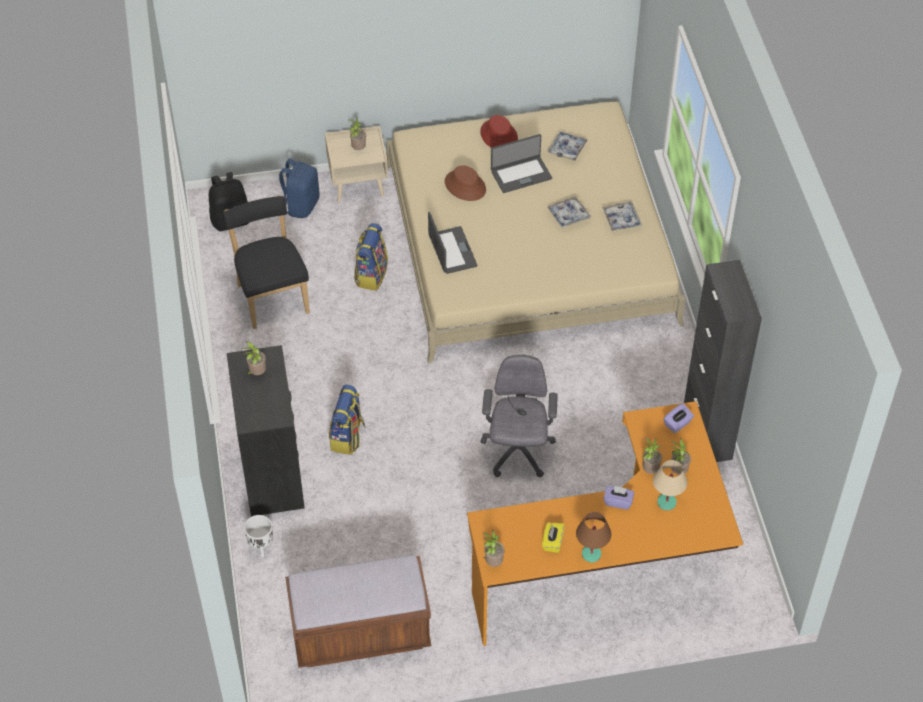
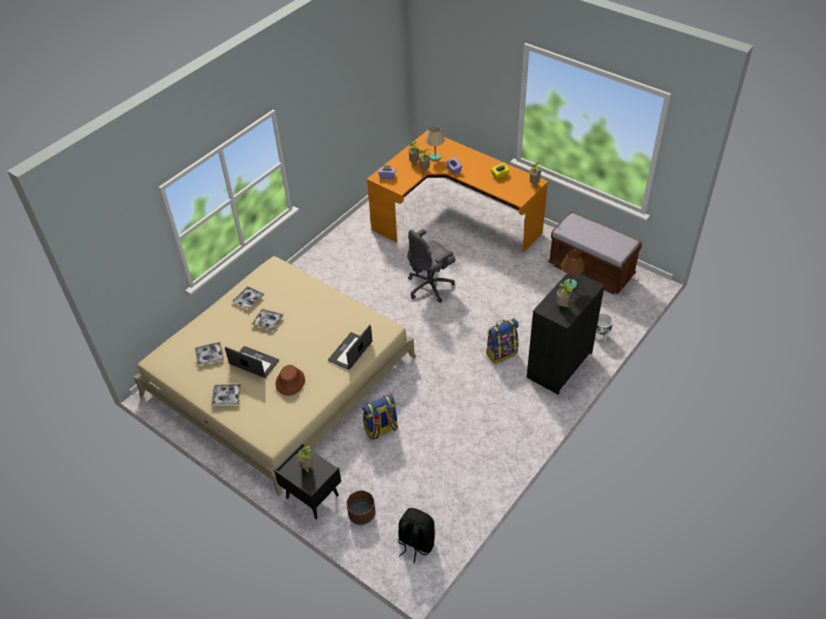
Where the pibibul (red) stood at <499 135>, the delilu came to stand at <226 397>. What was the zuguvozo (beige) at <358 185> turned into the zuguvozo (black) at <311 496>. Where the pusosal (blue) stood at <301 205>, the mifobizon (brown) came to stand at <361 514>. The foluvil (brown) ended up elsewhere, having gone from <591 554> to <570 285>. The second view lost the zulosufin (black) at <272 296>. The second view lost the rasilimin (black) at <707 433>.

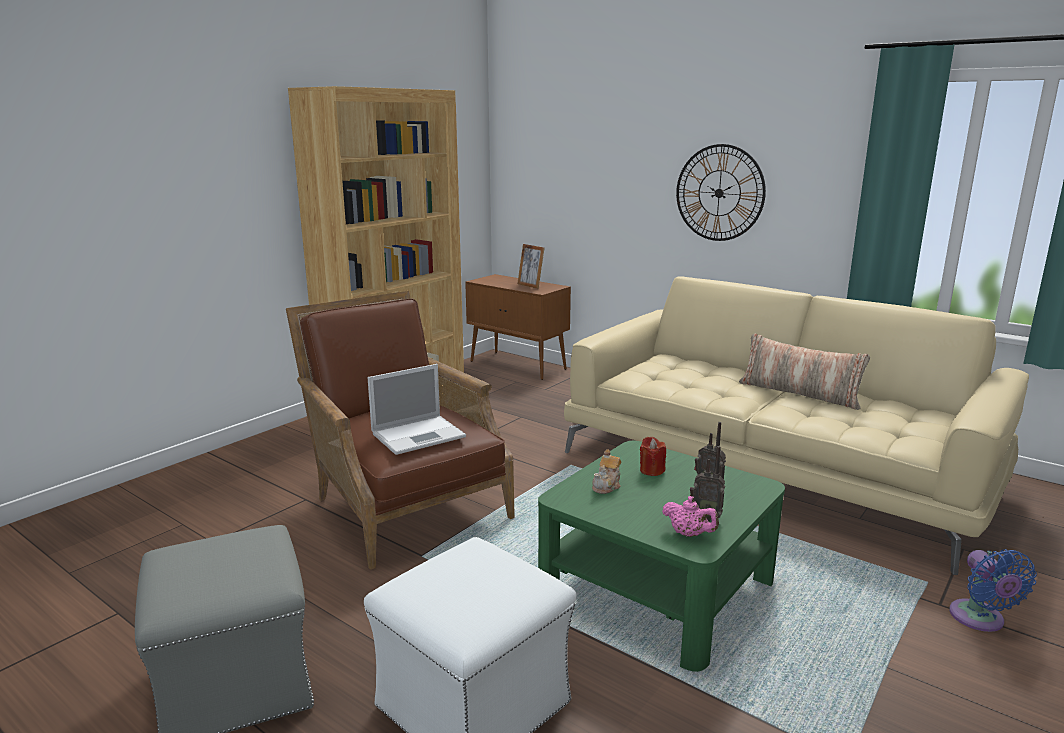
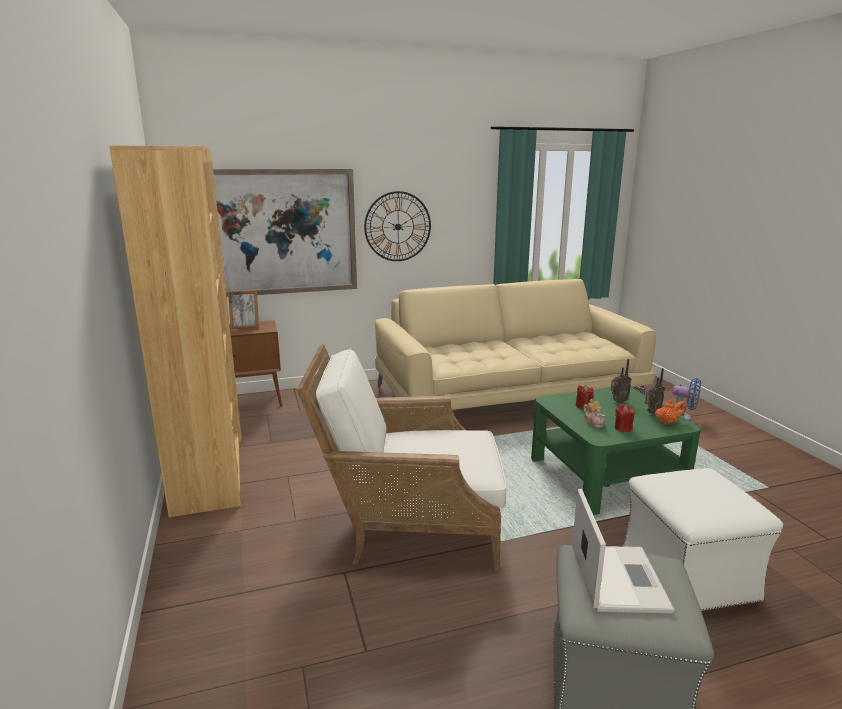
The second view gained the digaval at <275 232>. What was the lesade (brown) at <402 502> turned into the lesade (white) at <408 525>. The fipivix ended up elsewhere, having gone from <420 435> to <617 577>. The second view gained the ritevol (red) at <623 428>. What was the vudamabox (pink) at <689 534> turned into the vudamabox (orange) at <668 422>. The second view lost the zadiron at <799 393>.

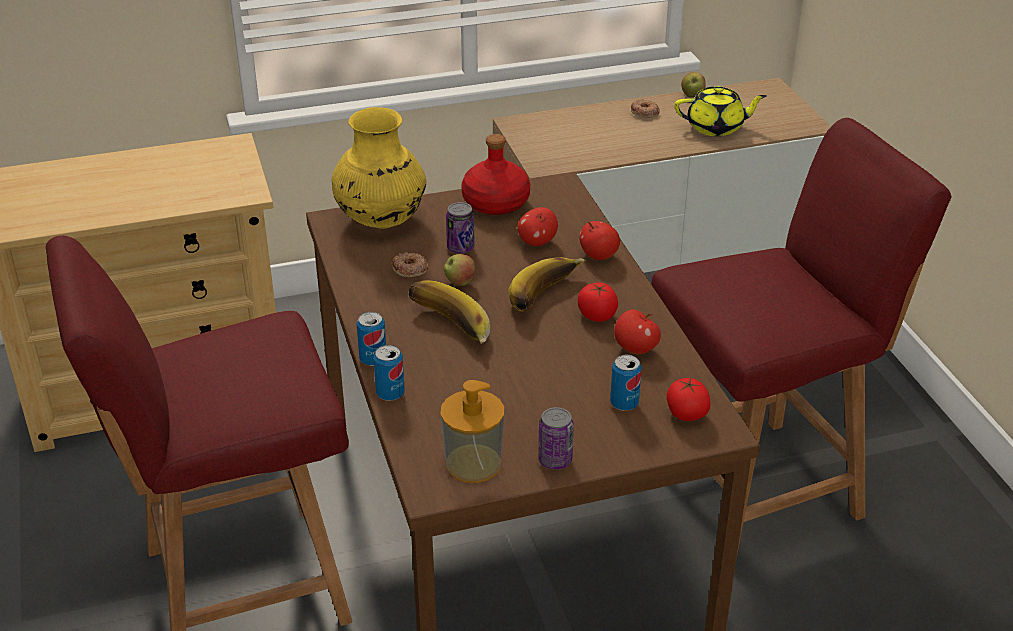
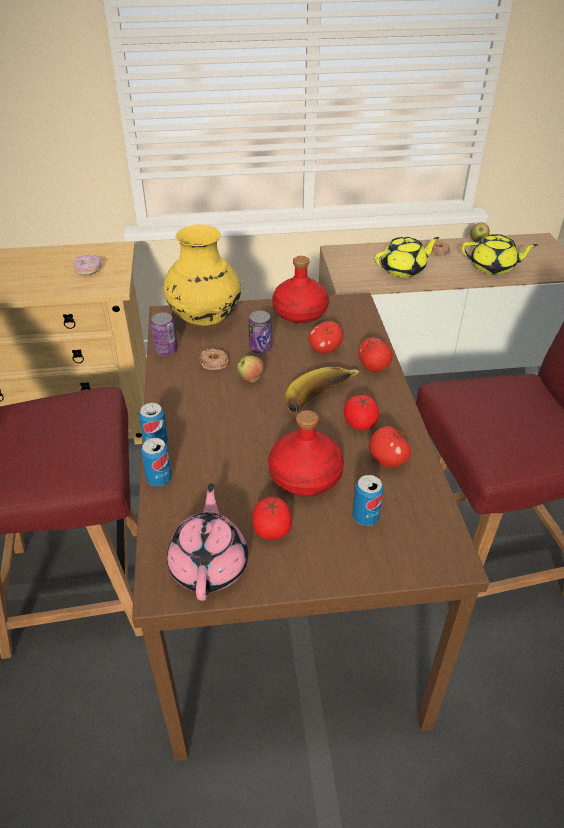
The second view gained the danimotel at <88 270>. The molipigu ended up elsewhere, having gone from <555 460> to <166 350>. Where the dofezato stood at <473 463>, the vudamabox (pink) came to stand at <209 564>. The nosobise ended up elsewhere, having gone from <686 414> to <272 529>. The second view gained the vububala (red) at <304 475>. The second view gained the vudamabox (yellow) at <404 269>. The second view lost the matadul at <448 328>.

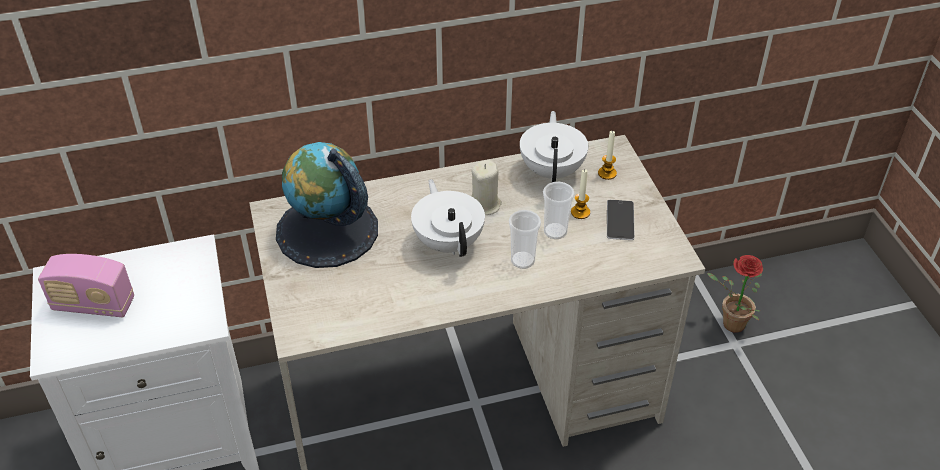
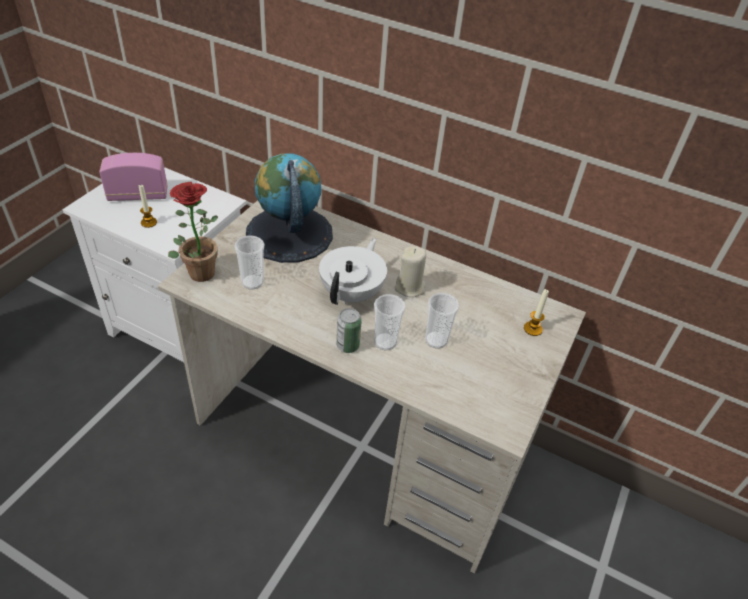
The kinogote at <93 305> ended up facing another way, 120 degrees clockwise from before. The ritevol ended up elsewhere, having gone from <580 212> to <149 222>. The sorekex ended up elsewhere, having gone from <728 324> to <198 270>. The second view gained the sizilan at <252 282>. The second view gained the molipigu at <347 345>. The second view lost the vudamabox (white) at <552 170>. The second view lost the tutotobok at <620 220>.

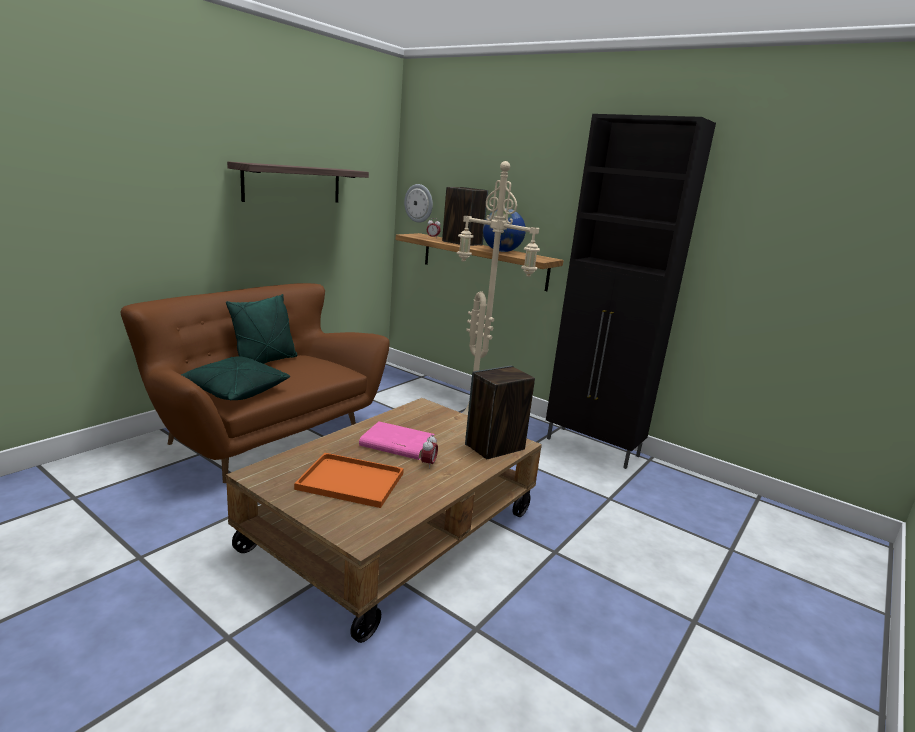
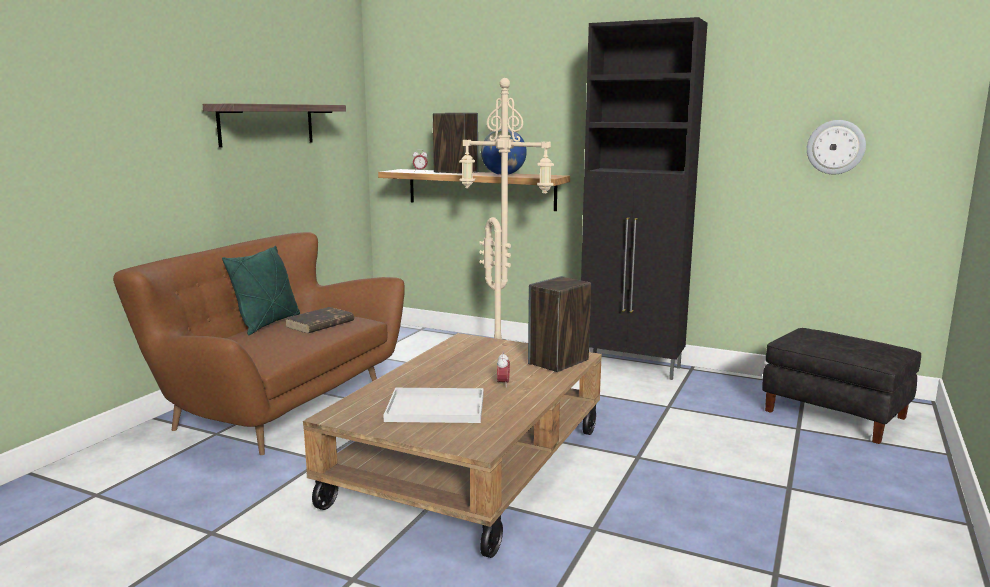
The second view gained the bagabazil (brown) at <319 324>. What was the delilu (orange) at <353 481> turned into the delilu (white) at <438 407>. The second view gained the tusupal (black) at <835 414>. The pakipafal ended up elsewhere, having gone from <419 203> to <835 147>. The second view lost the zadiron (green) at <234 391>. The second view lost the bagabazil (pink) at <396 444>.

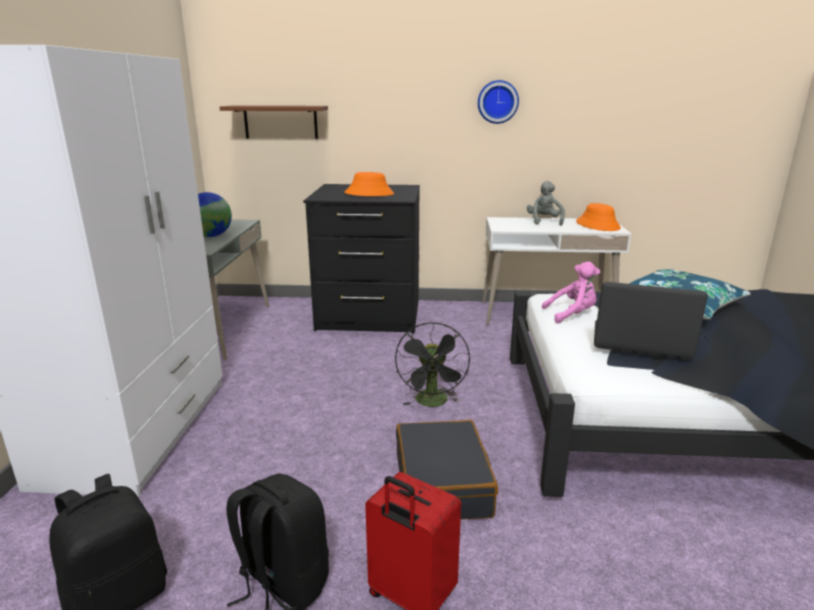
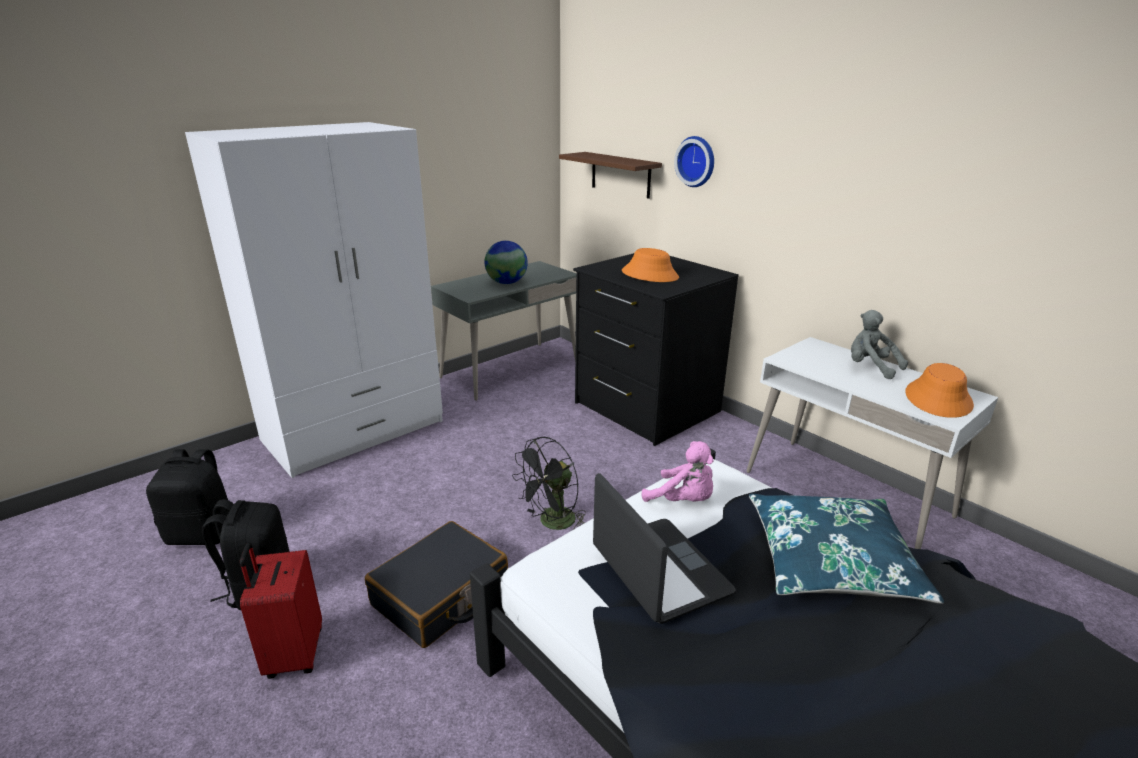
The pakipafal ended up elsewhere, having gone from <497 102> to <697 161>. The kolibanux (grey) at <544 221> ended up facing another way, 90 degrees counterclockwise from before.

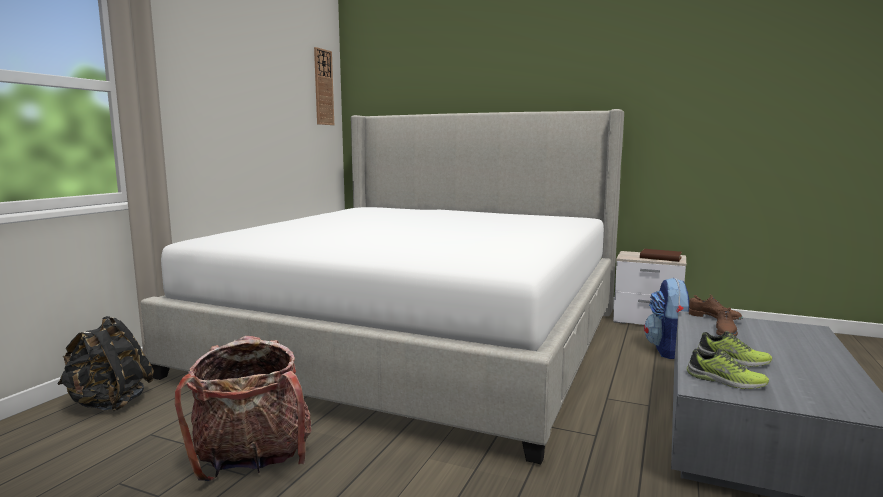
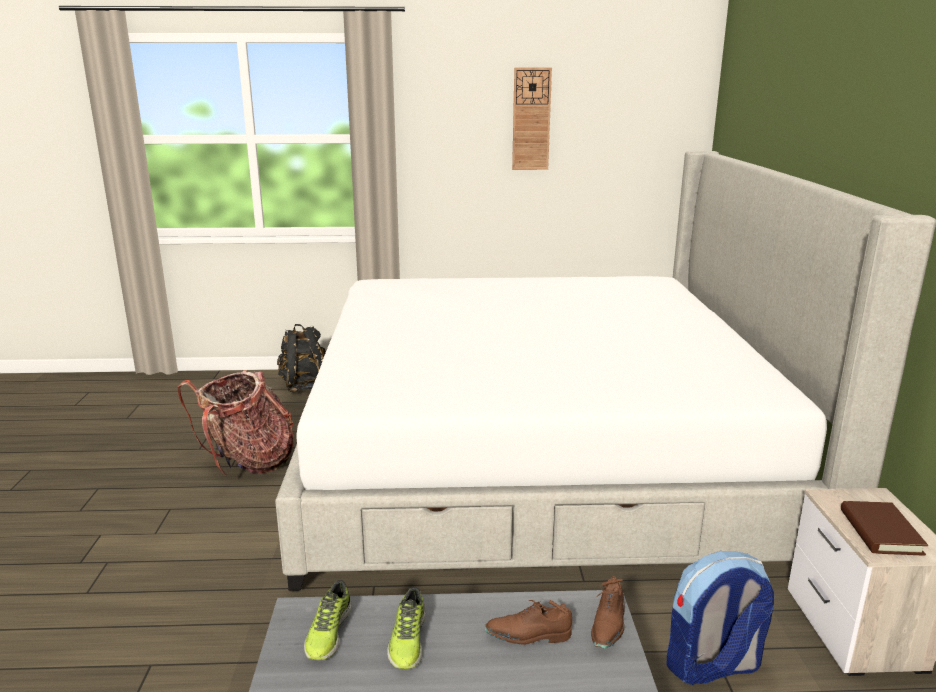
The pakipafal ended up elsewhere, having gone from <323 87> to <531 119>.

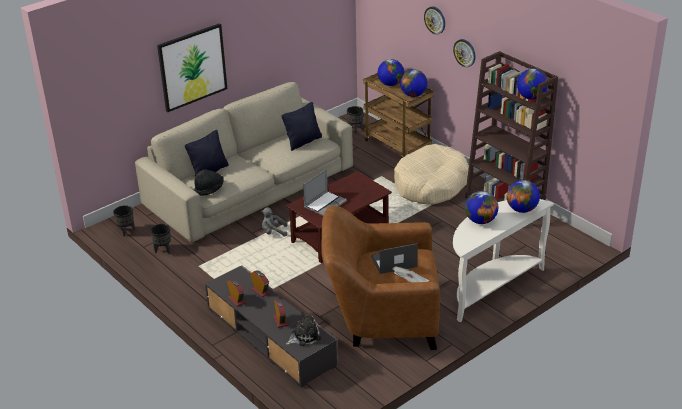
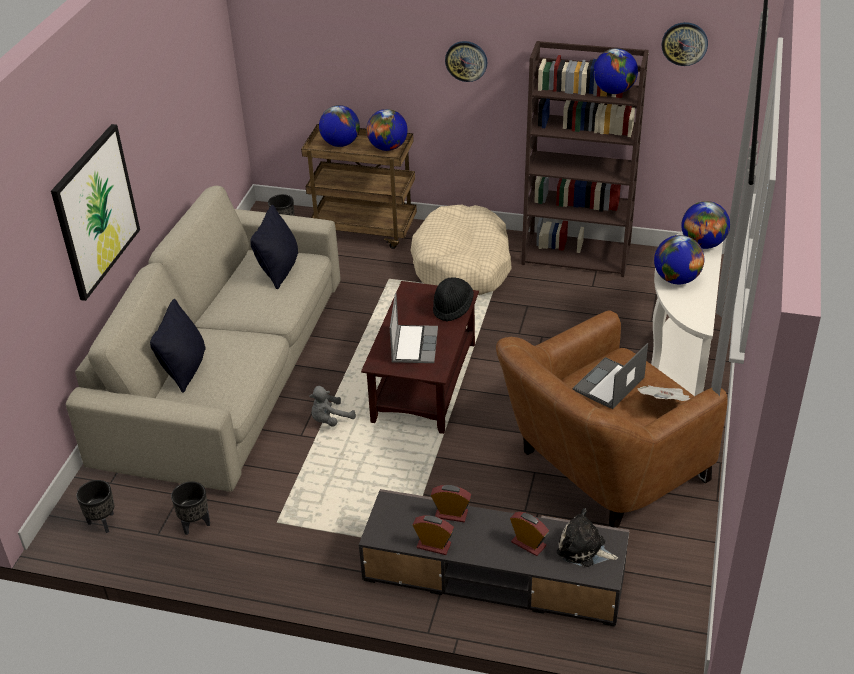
The pibibul (black) ended up elsewhere, having gone from <209 189> to <452 307>. The kolibanux at <304 336> ended up facing another way, 90 degrees counterclockwise from before. The pakipafal ended up elsewhere, having gone from <435 20> to <684 43>.

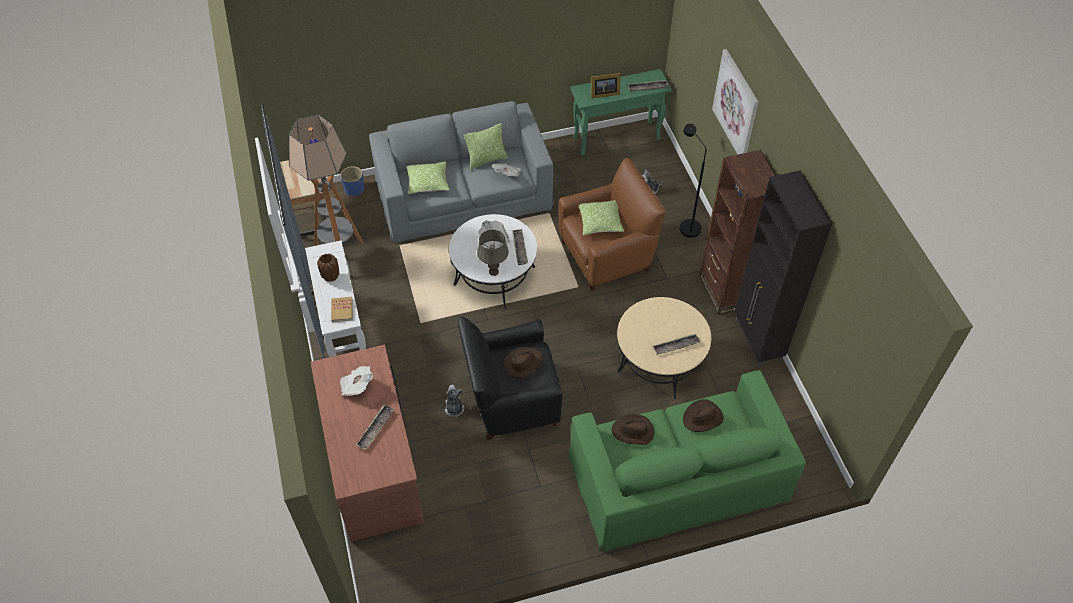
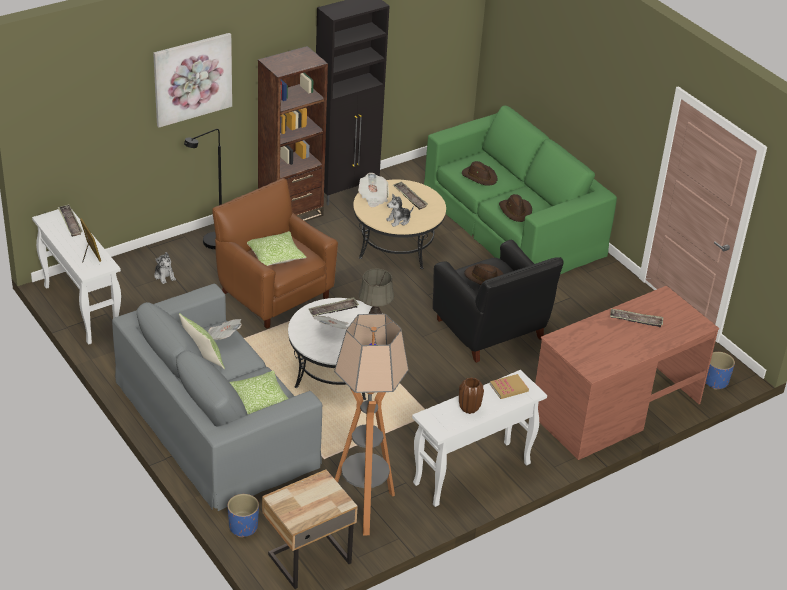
What was the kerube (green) at <617 138> turned into the kerube (white) at <81 309>. The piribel ended up elsewhere, having gone from <356 386> to <373 197>. The kolibanux ended up elsewhere, having gone from <454 408> to <399 220>. The second view gained the mifobizon (blue) at <716 381>.

